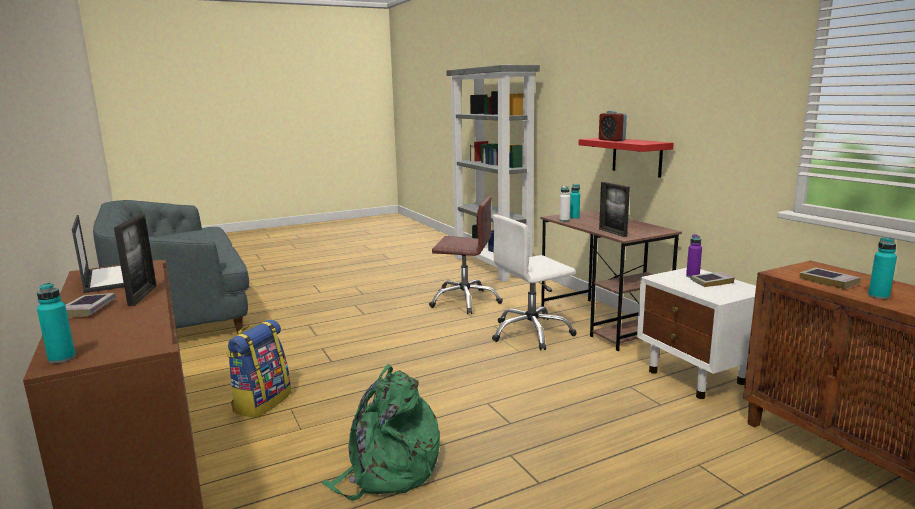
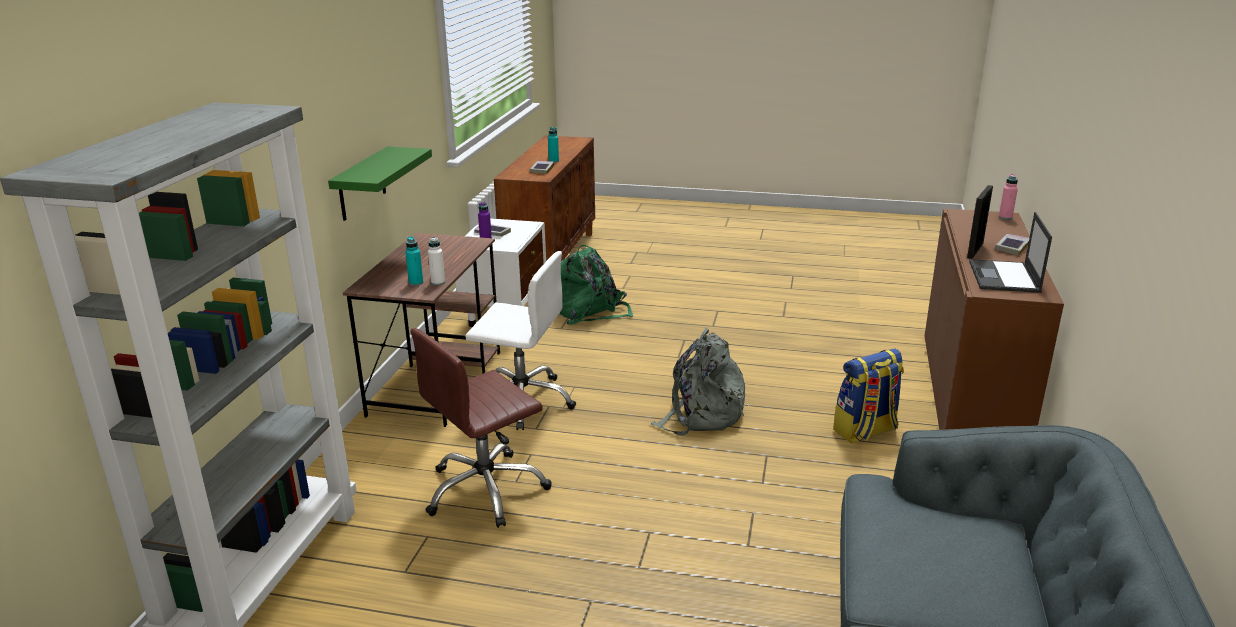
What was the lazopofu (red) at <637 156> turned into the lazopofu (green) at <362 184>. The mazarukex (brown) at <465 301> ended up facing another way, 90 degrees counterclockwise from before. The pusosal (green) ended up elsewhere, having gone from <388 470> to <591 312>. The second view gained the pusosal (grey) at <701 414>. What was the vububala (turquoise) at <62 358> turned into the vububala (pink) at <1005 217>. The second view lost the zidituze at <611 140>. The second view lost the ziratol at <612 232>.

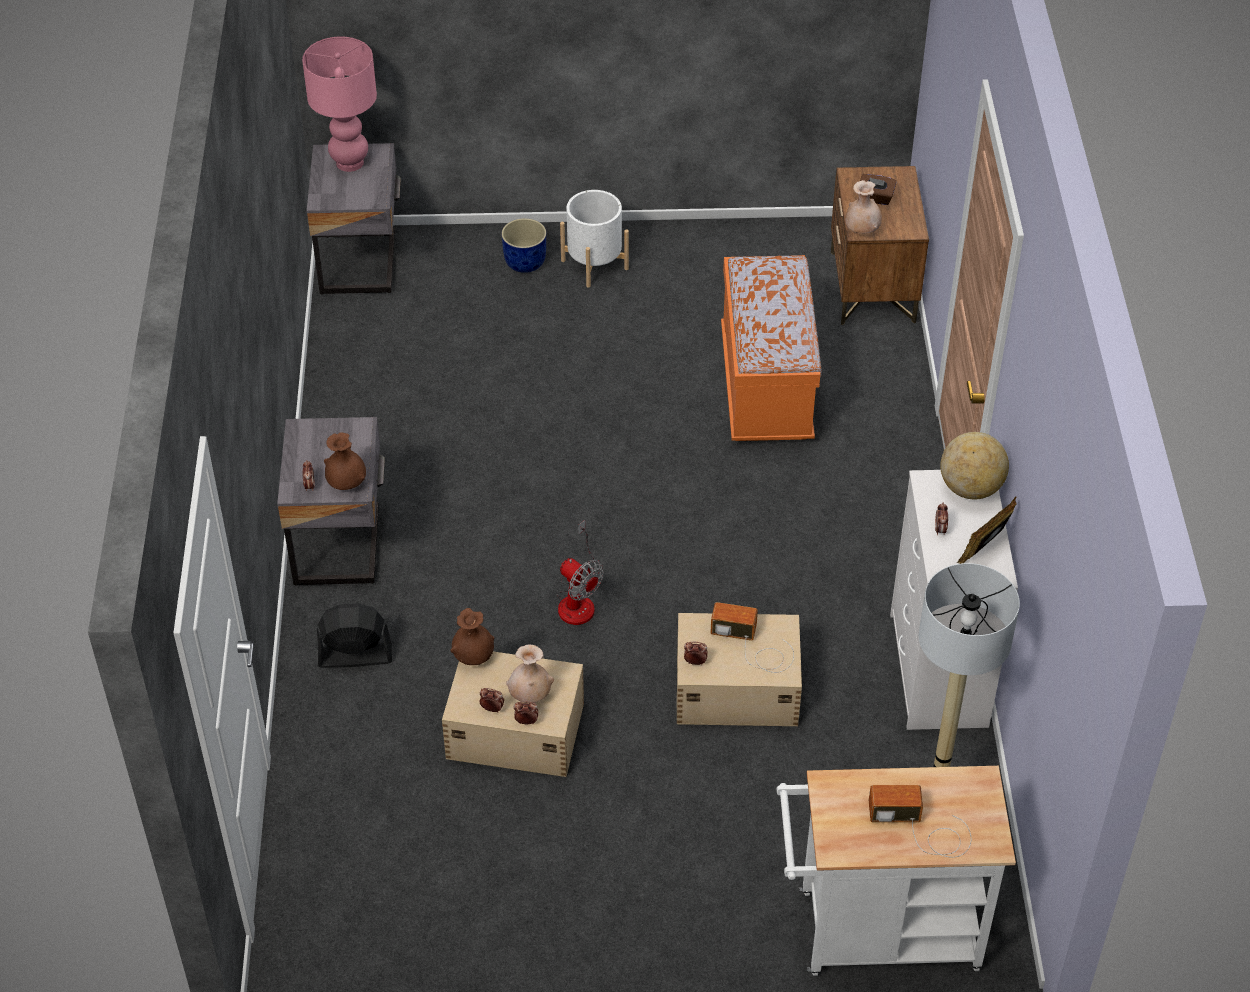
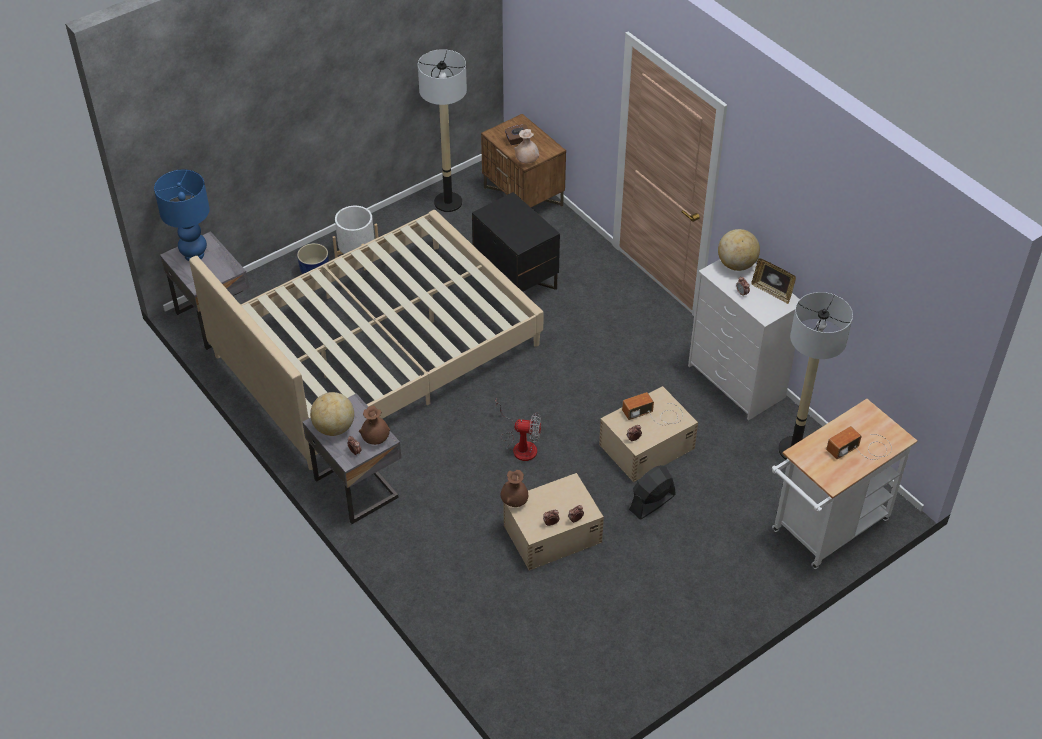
What was the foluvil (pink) at <349 163> turned into the foluvil (blue) at <194 255>. The second view gained the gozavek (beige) at <376 350>. The second view gained the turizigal at <334 428>. The second view gained the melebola at <448 202>. Where the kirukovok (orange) stood at <765 387>, the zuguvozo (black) came to stand at <515 278>. The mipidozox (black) ended up elsewhere, having gone from <354 656> to <652 502>. The ziratol at <985 549> ended up facing another way, 60 degrees counterclockwise from before. The second view lost the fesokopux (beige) at <530 696>.

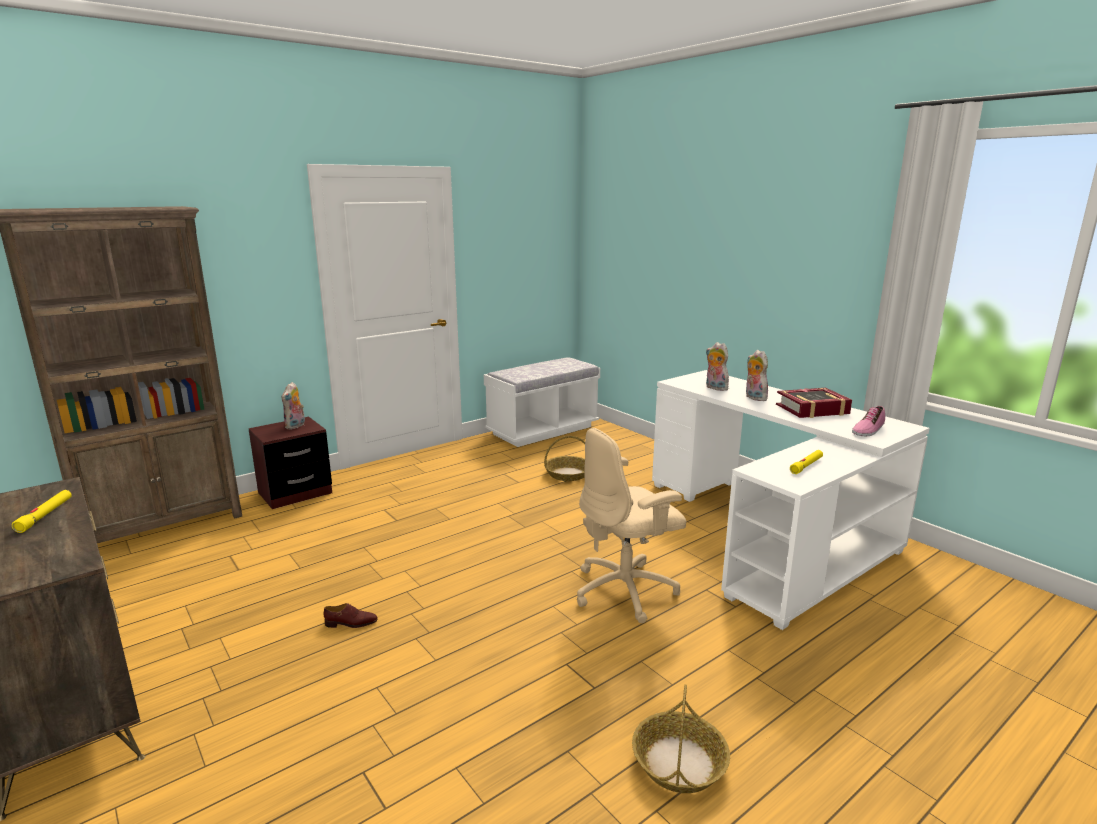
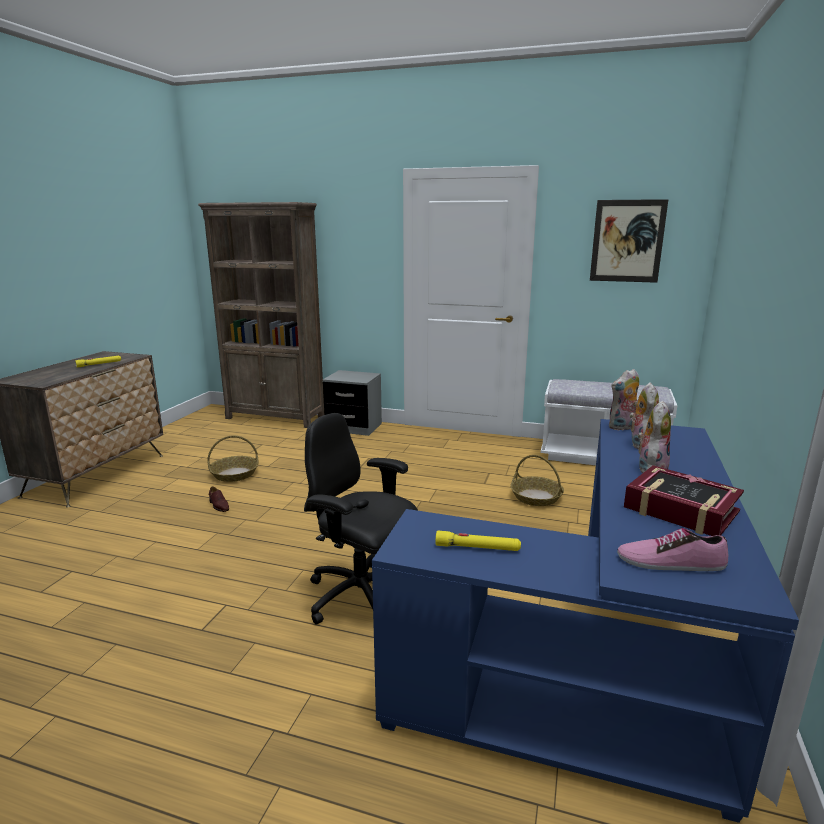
The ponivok ended up elsewhere, having gone from <679 762> to <234 474>. What was the mazarukex (beige) at <626 590> turned into the mazarukex (black) at <361 597>. What was the zuguvozo (brown) at <295 493> turned into the zuguvozo (grey) at <354 427>. What was the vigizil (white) at <772 533> turned into the vigizil (blue) at <603 661>. The second view gained the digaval at <627 241>. The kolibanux ended up elsewhere, having gone from <296 426> to <623 427>.

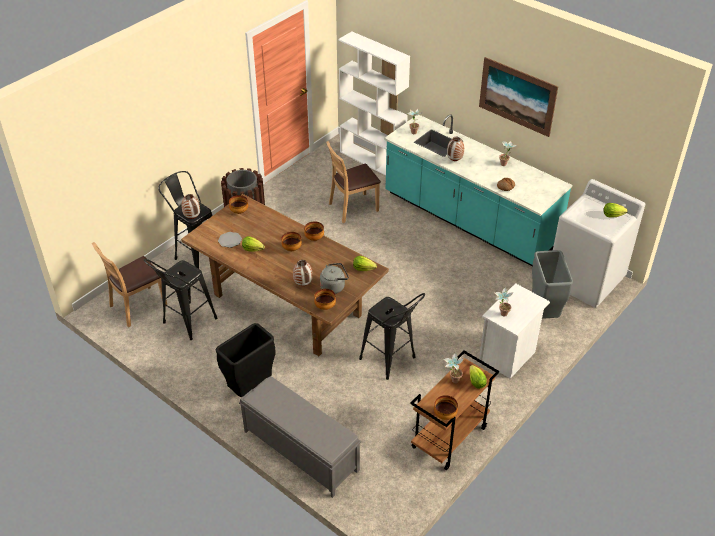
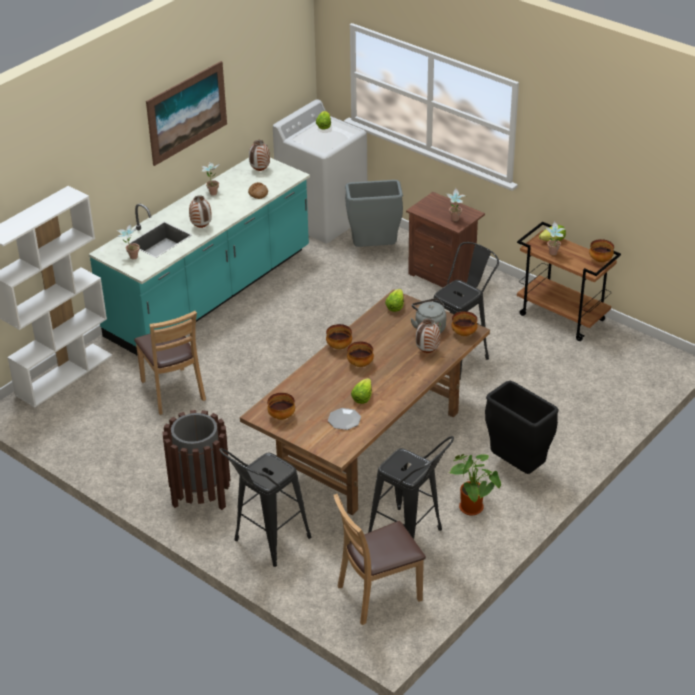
The fesokopux ended up elsewhere, having gone from <192 218> to <260 170>. The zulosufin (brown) at <138 306> ended up facing another way, 105 degrees clockwise from before. What was the zuguvozo (white) at <508 357> turned into the zuguvozo (brown) at <444 275>. The second view gained the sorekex at <473 509>. The second view lost the kirukovok (grey) at <300 450>.

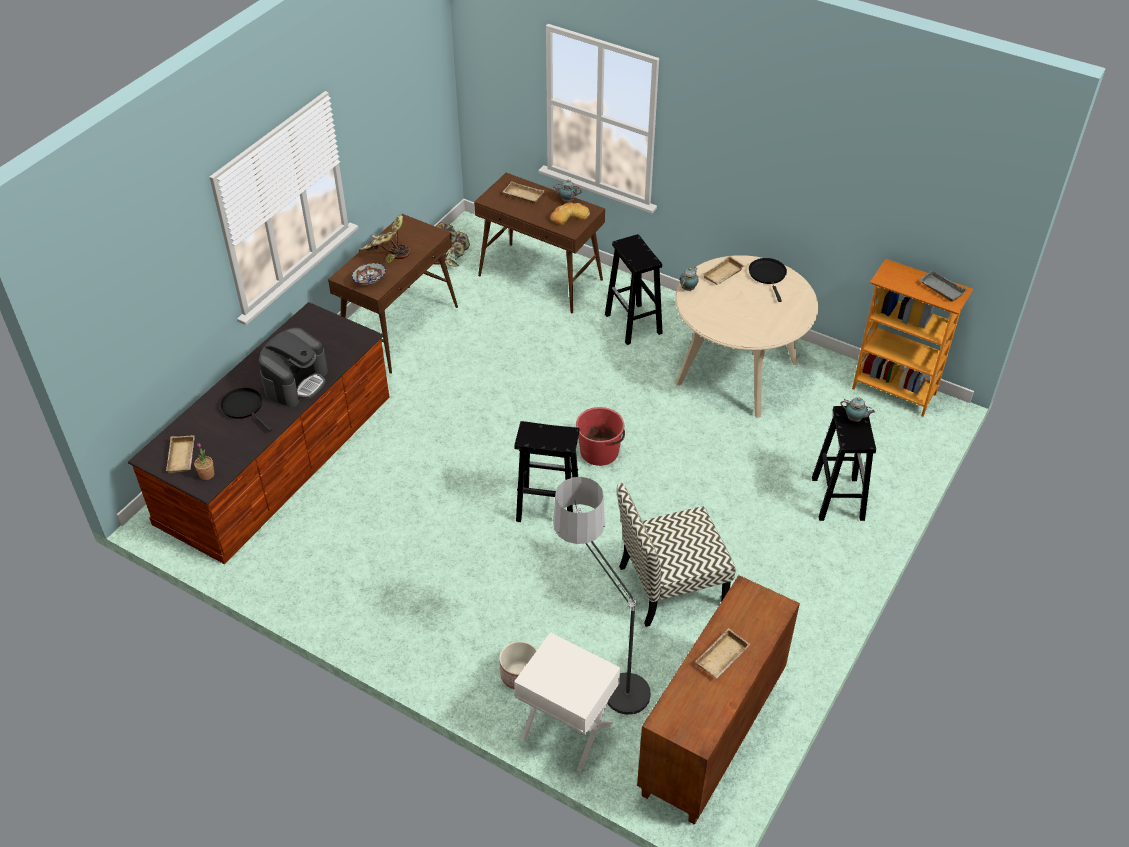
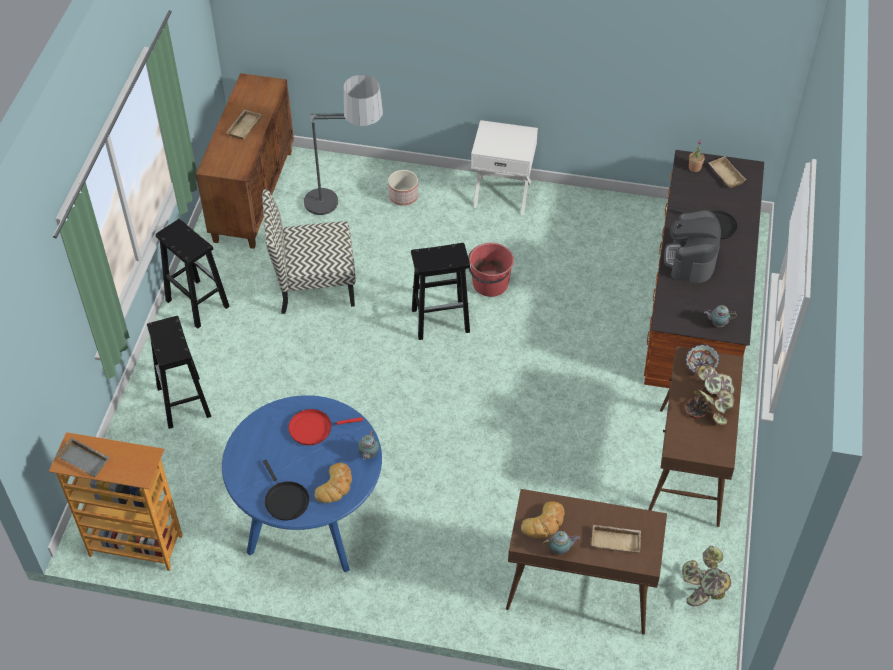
The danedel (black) ended up elsewhere, having gone from <634 324> to <196 303>. What was the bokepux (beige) at <737 373> turned into the bokepux (blue) at <310 518>. The zulosufin at <670 586> ended up facing another way, 150 degrees counterclockwise from before. The second view gained the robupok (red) at <313 428>. Where the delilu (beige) stood at <723 275>, the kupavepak came to stand at <335 486>. The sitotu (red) ended up elsewhere, having gone from <600 451> to <490 284>. The zuguvozo (white) ended up elsewhere, having gone from <566 731> to <502 194>. The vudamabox ended up elsewhere, having gone from <855 419> to <717 323>.

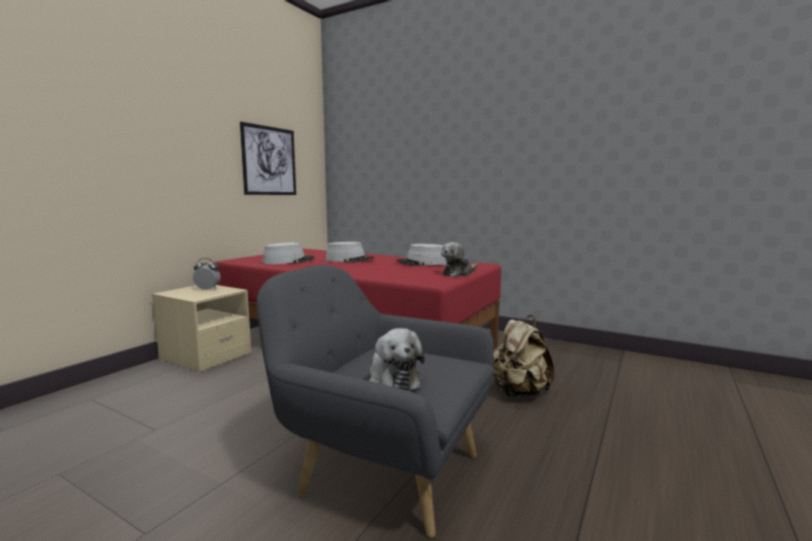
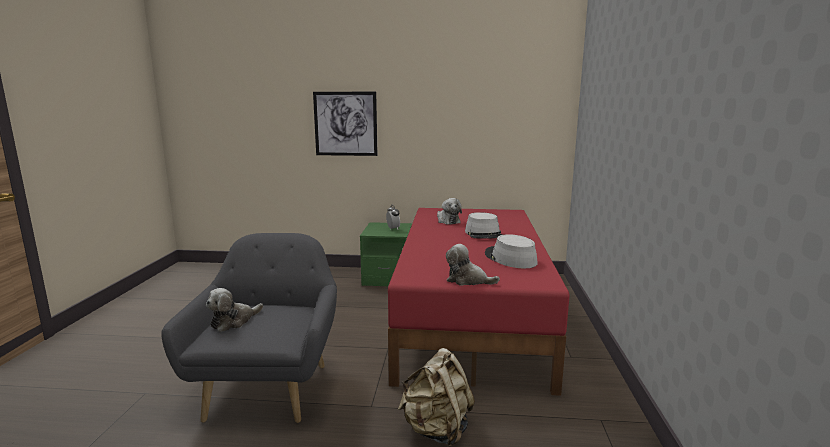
The digaval ended up elsewhere, having gone from <269 161> to <345 124>. What was the zuguvozo (beige) at <205 356> turned into the zuguvozo (green) at <388 278>. Where the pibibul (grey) stood at <288 261>, the kolibanux came to stand at <447 221>.

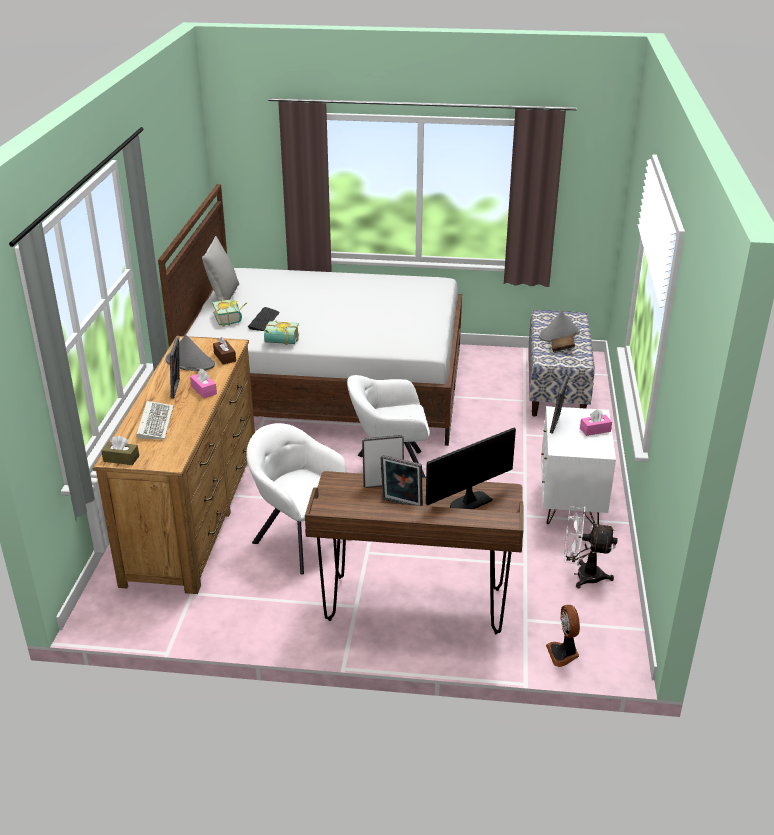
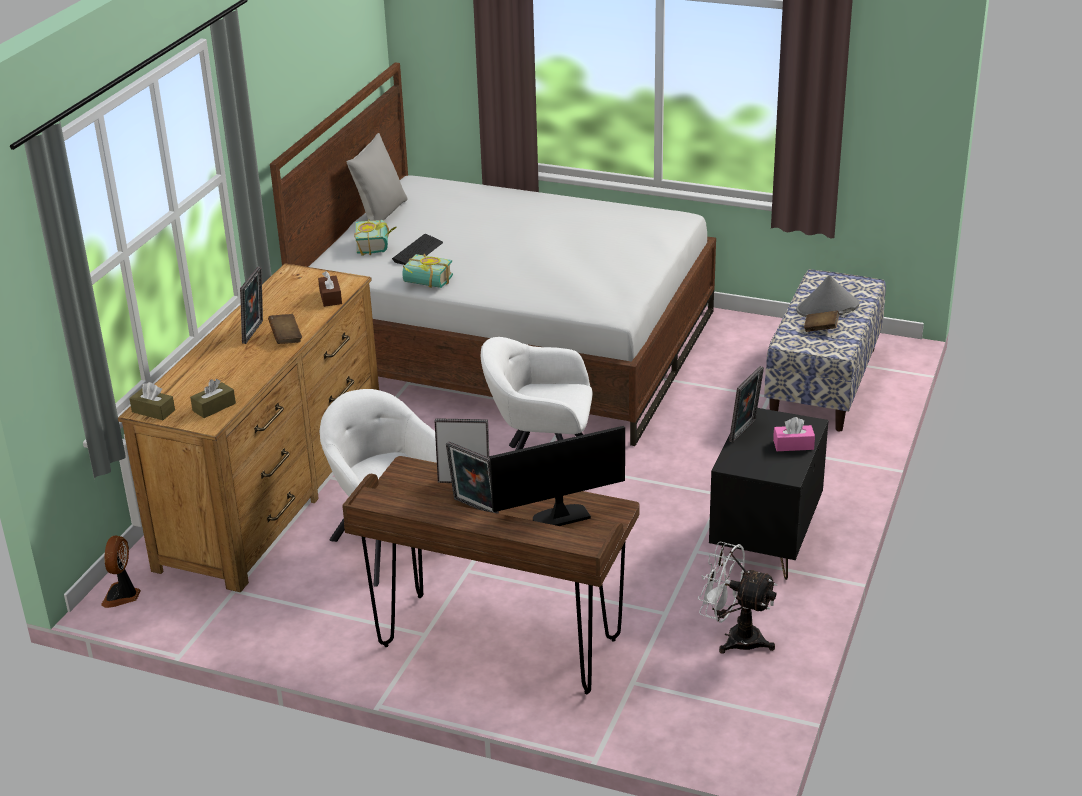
The mipidozox ended up elsewhere, having gone from <563 653> to <122 596>. The second view gained the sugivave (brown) at <214 407>. Where the sugivave (pink) stood at <204 390>, the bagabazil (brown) came to stand at <286 337>. What was the zuguvozo (white) at <571 504> turned into the zuguvozo (black) at <765 544>. The second view lost the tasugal at <155 422>. The second view lost the pibibul (grey) at <189 362>.

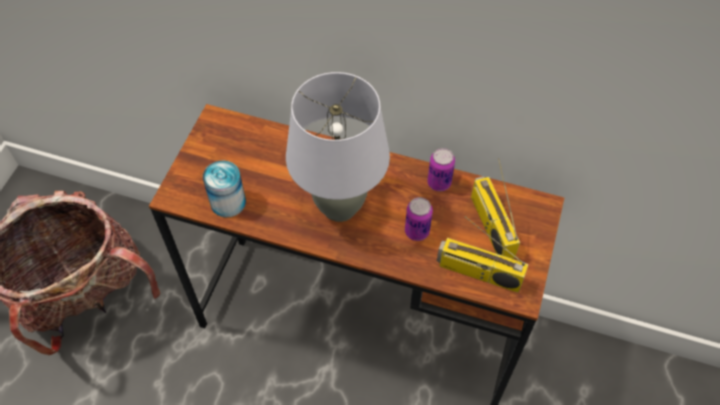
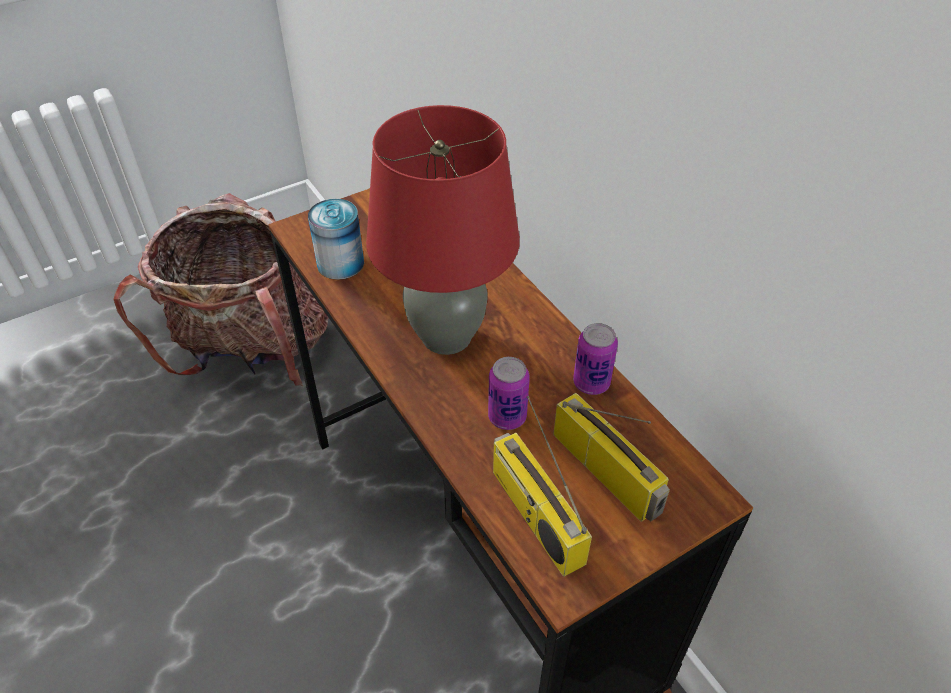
What was the foluvil (grey) at <339 207> turned into the foluvil (red) at <447 336>. The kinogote at <490 226> ended up facing another way, 120 degrees clockwise from before.

